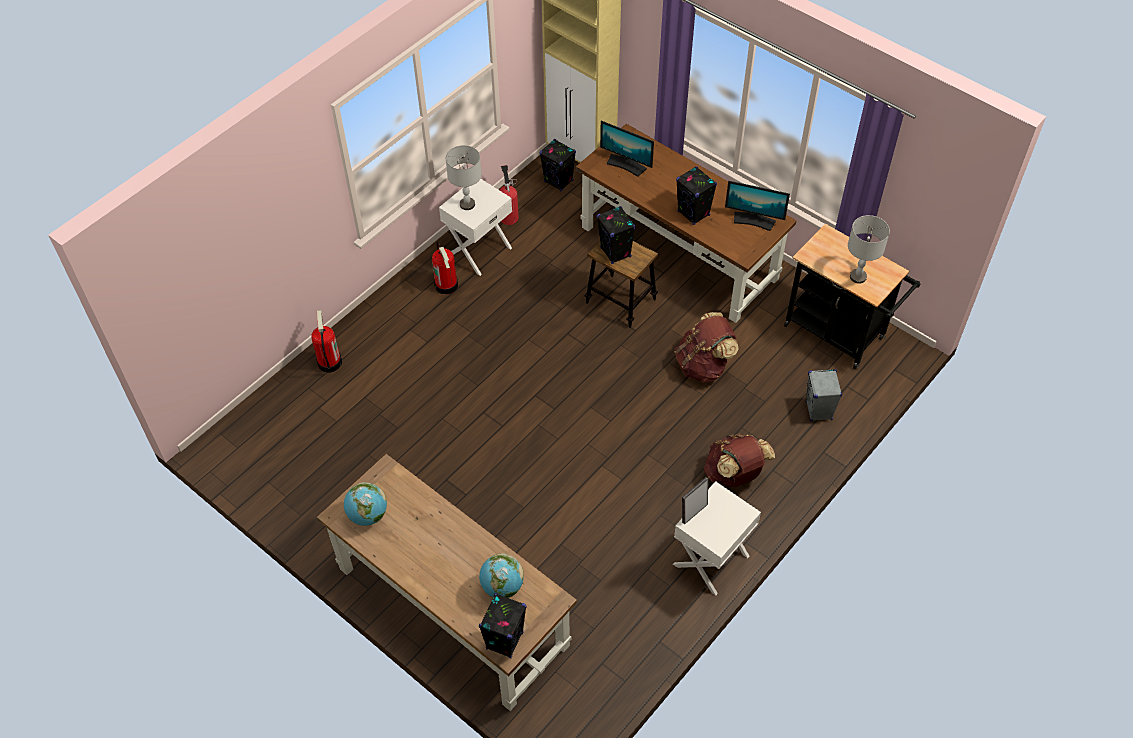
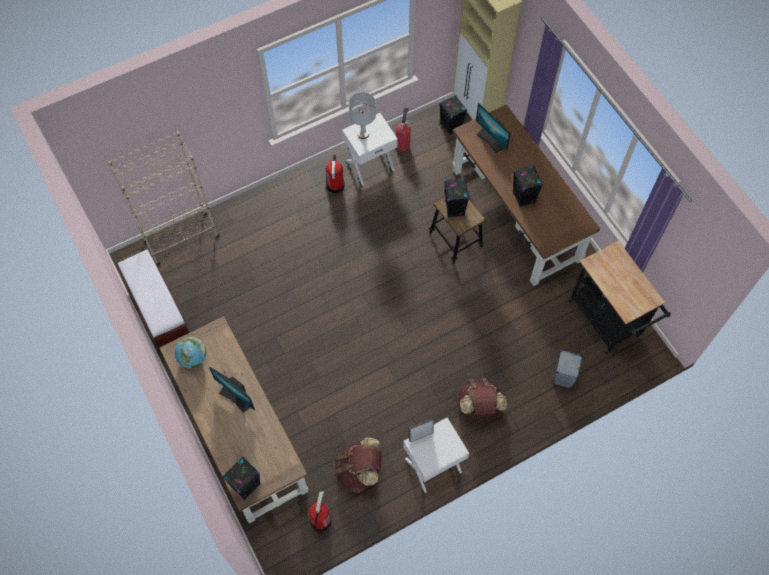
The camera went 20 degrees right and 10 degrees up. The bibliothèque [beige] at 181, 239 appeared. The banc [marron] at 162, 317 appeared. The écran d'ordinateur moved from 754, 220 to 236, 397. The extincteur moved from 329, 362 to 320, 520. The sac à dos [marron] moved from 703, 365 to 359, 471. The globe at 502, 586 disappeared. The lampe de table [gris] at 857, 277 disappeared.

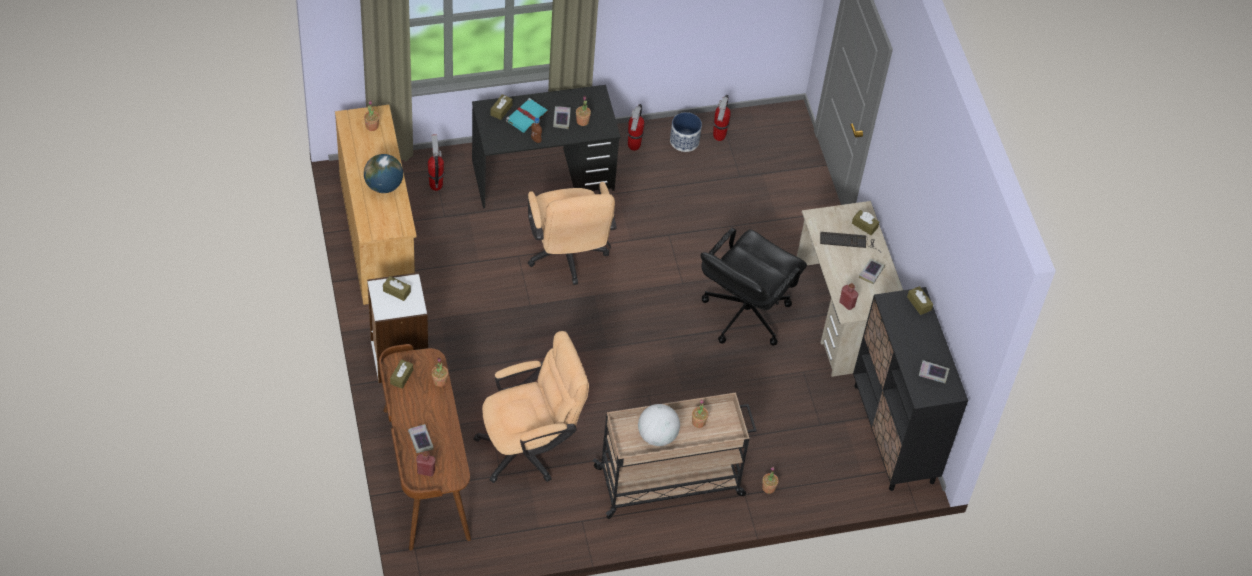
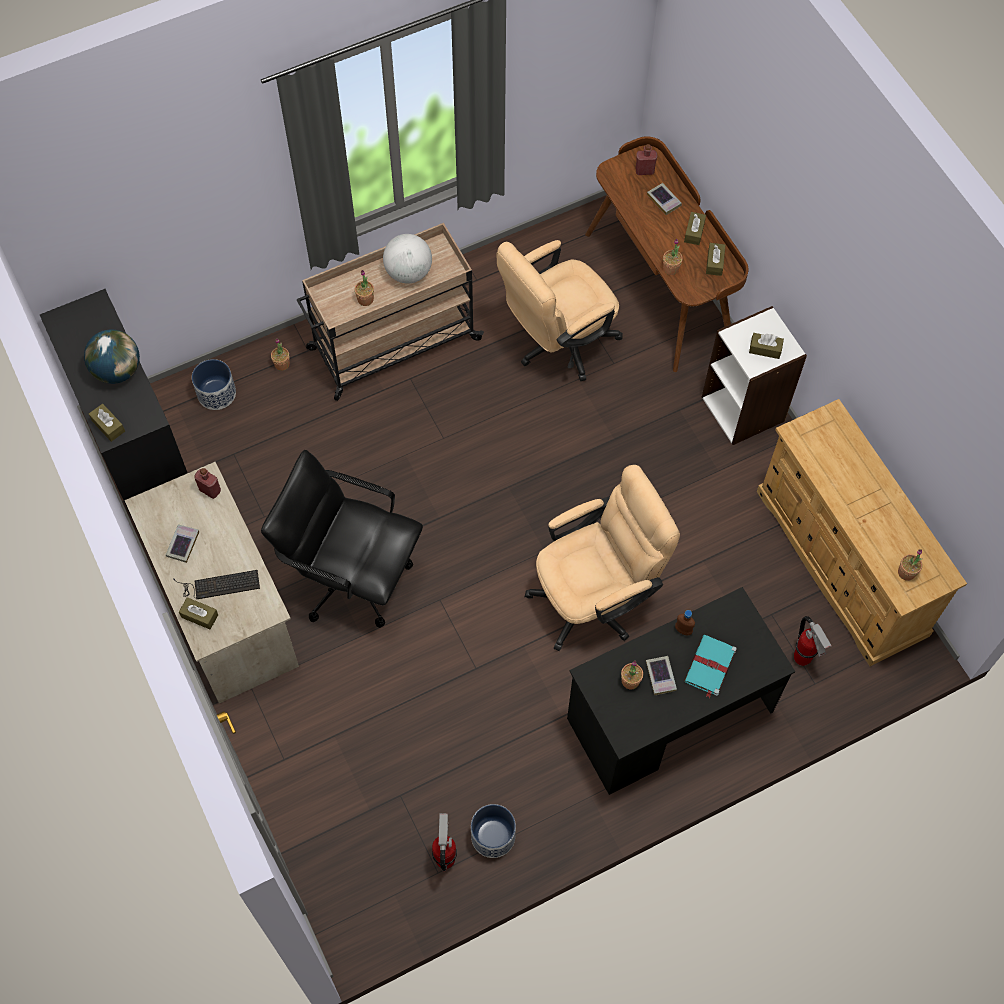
The camera went 170 degrees right and 10 degrees up. The globe moved from 384, 185 to 117, 370. The cache-pot at 216, 393 appeared. The chaise de bureau [noir] at 744, 314 turned 90 degrees counterclockwise. The chaise de bureau [beige] at 567, 257 turned 90 degrees clockwise. The boîte à mouchoirs [marron] moved from 501, 110 to 694, 232. The extincteur at 633, 146 disappeared. The livre at 933, 373 disappeared.

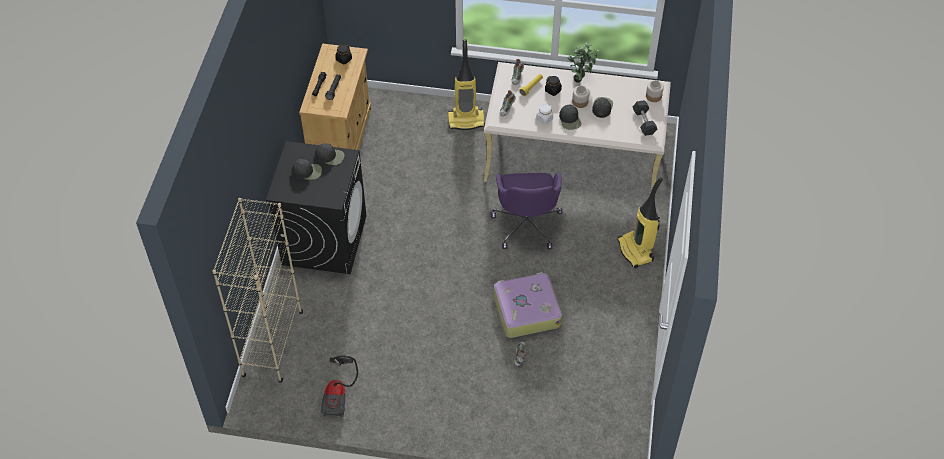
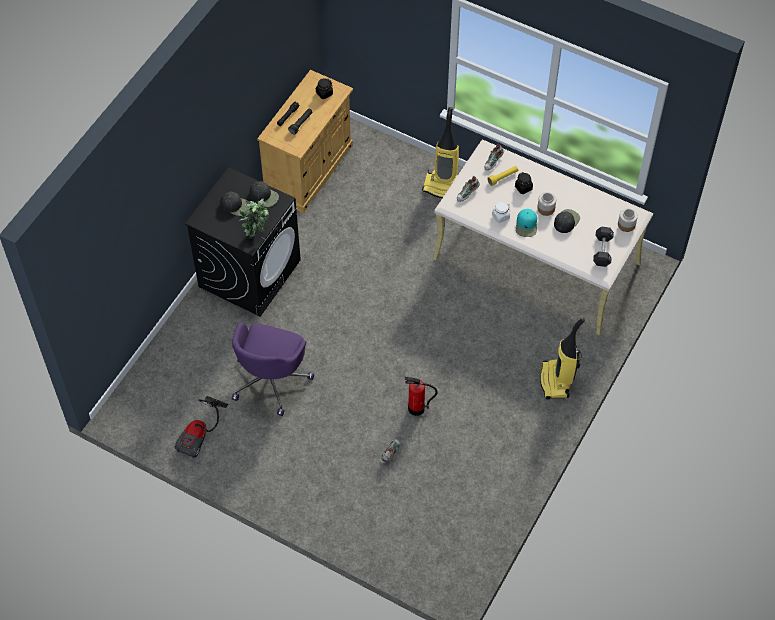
The camera went 20 degrees right and 5 degrees up. The chaise de bureau [violet] moved from 526, 224 to 271, 379. The plante en pot moved from 581, 78 to 256, 233. The valise at 526, 310 was replaced by the extincteur at 416, 408. The casquette [noir] at 570, 120 became the casquette [turquoise] at 526, 225. The bibliothèque [beige] at 272, 344 disappeared.

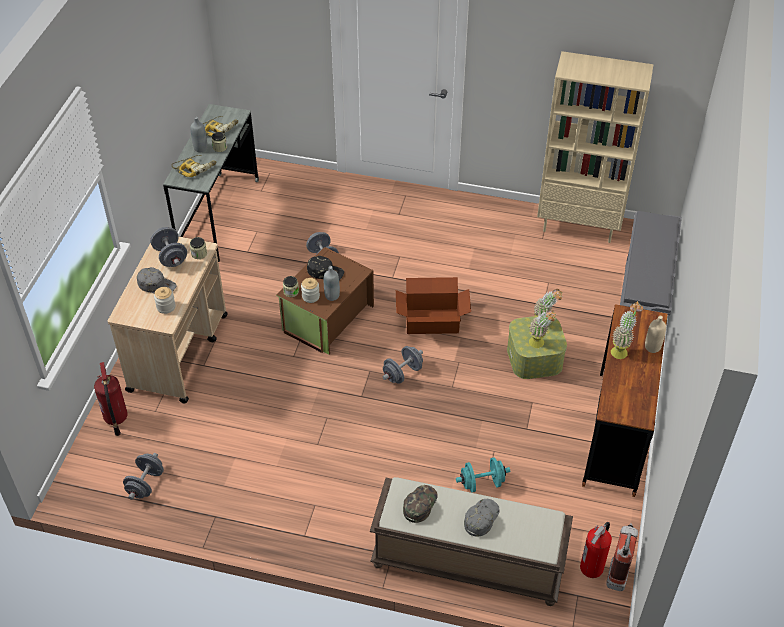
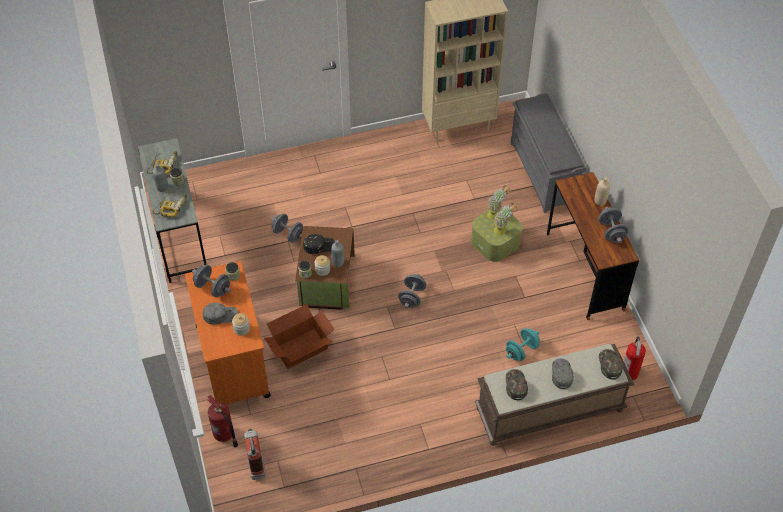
The camera went 30 degrees left and 5 degrees up. The chariot [beige] at 179, 352 became the chariot [orange] at 232, 360. The extincteur moved from 618, 570 to 256, 463. The carton moved from 431, 321 to 300, 348. The haltère [gris] moved from 145, 484 to 611, 232. The casquette [vert] at 609, 365 appeared. The plante en pot at 621, 350 disappeared.

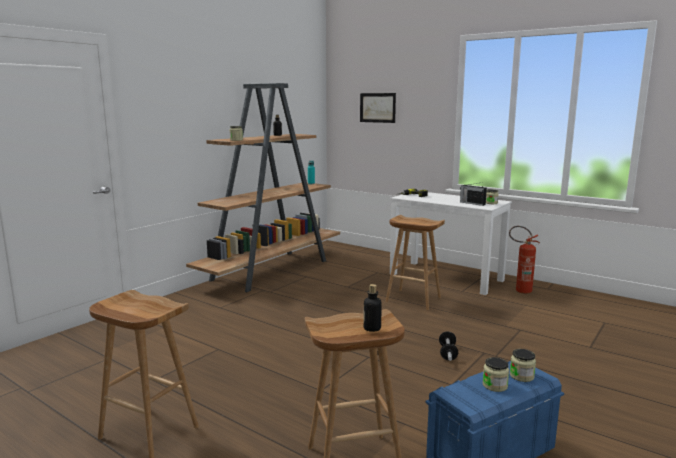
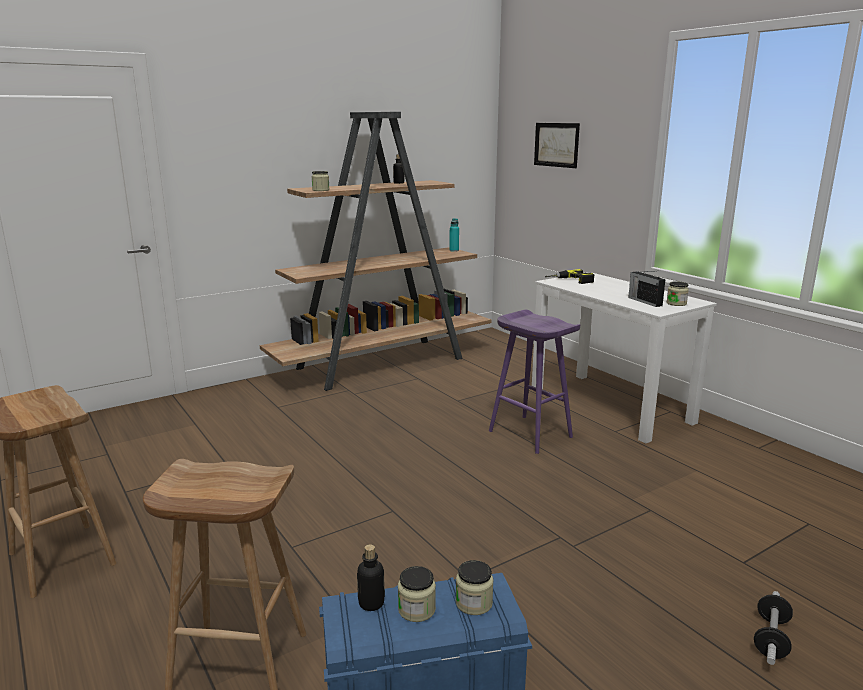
The camera went 20 degrees right and 5 degrees up. The bouteille moved from 372, 328 to 371, 603. The tabouret [marron] at 412, 299 became the tabouret [violet] at 528, 434. The haltère moved from 448, 353 to 771, 638. The extincteur at 519, 291 disappeared.

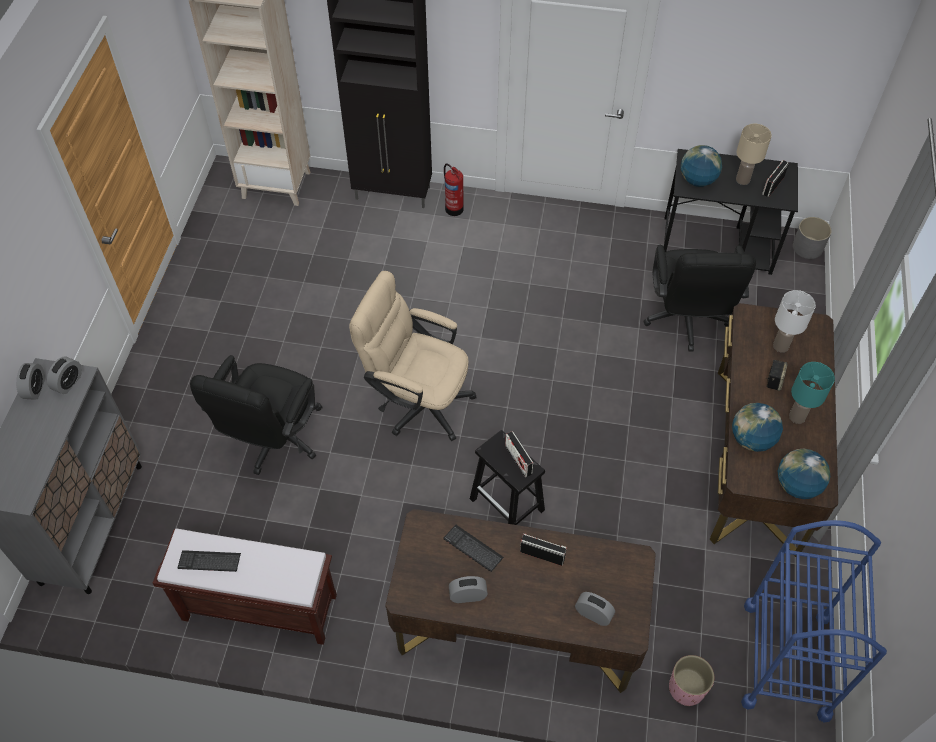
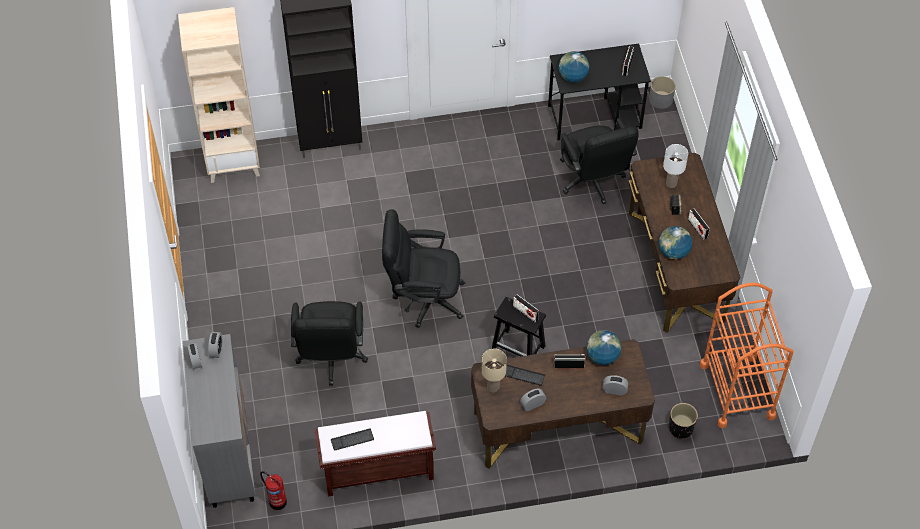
The camera went 20 degrees left and 0 degrees up. The extincteur moved from 454, 208 to 277, 501. The chaise de bureau [beige] at 417, 401 became the chaise de bureau [noir] at 423, 298. The lampe de table [beige] moved from 743, 179 to 493, 386. The globe moved from 797, 485 to 602, 356. The cache-pot [rose] at 686, 688 became the cache-pot [noir] at 681, 428. The lampe de table [turquoise] at 797, 417 was replaced by the radio at 697, 228. The chariot [bleu] at 786, 659 became the chariot [orange] at 737, 390.

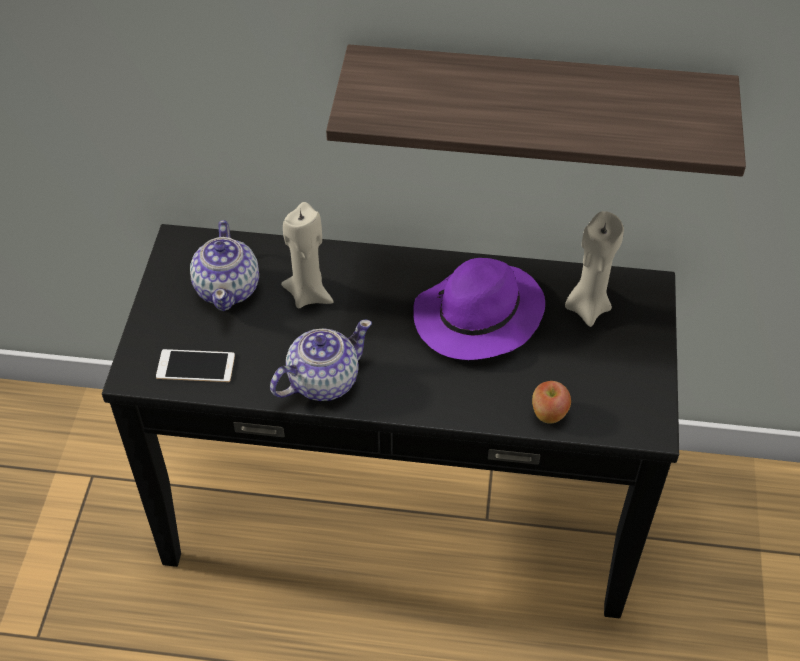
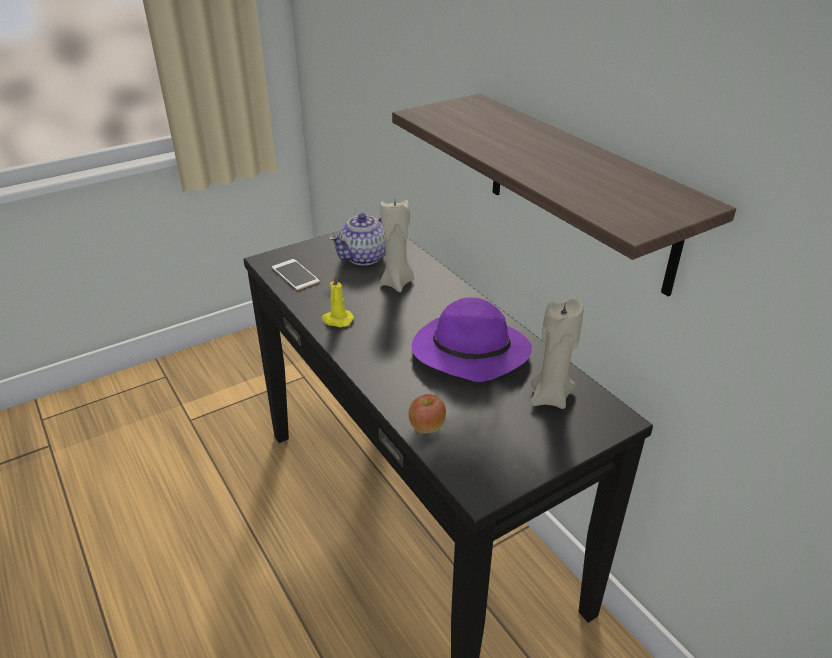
The camera went 50 degrees right and 15 degrees down. The théière at 322, 381 was replaced by the bougie [jaune] at 337, 320.

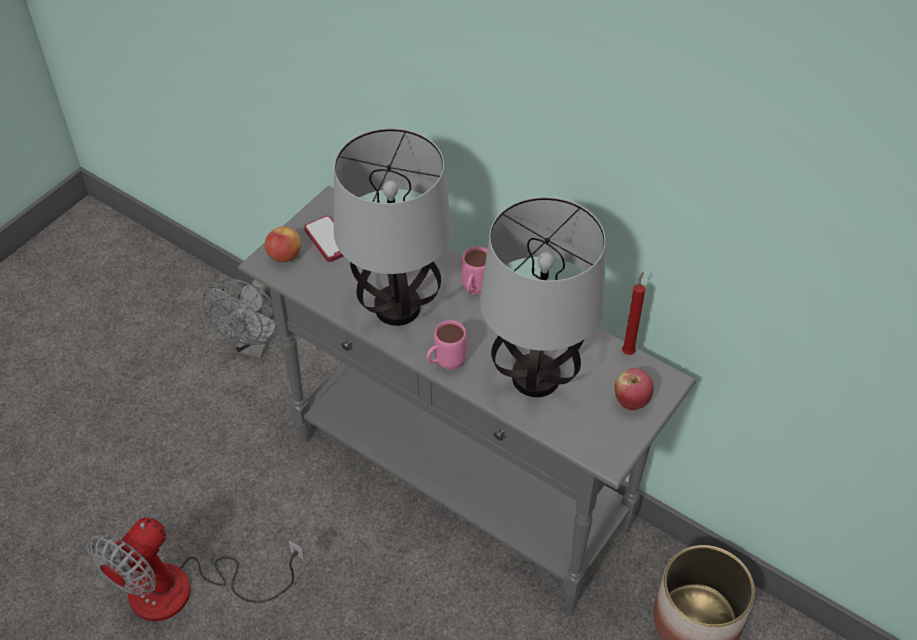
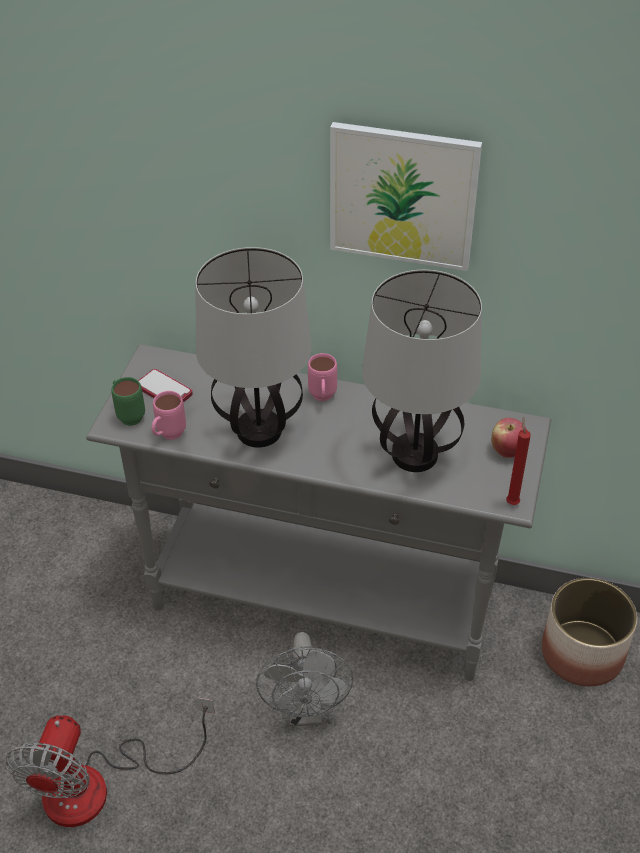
The camera went 20 degrees left and 5 degrees down. The pomme at 284, 256 was replaced by the mug [vert] at 128, 415. The mug [rose] moved from 445, 364 to 168, 436. The ventilateur [gris] moved from 254, 345 to 306, 711. The tableau at 403, 196 appeared. The bougie [rouge] moved from 628, 351 to 512, 501.

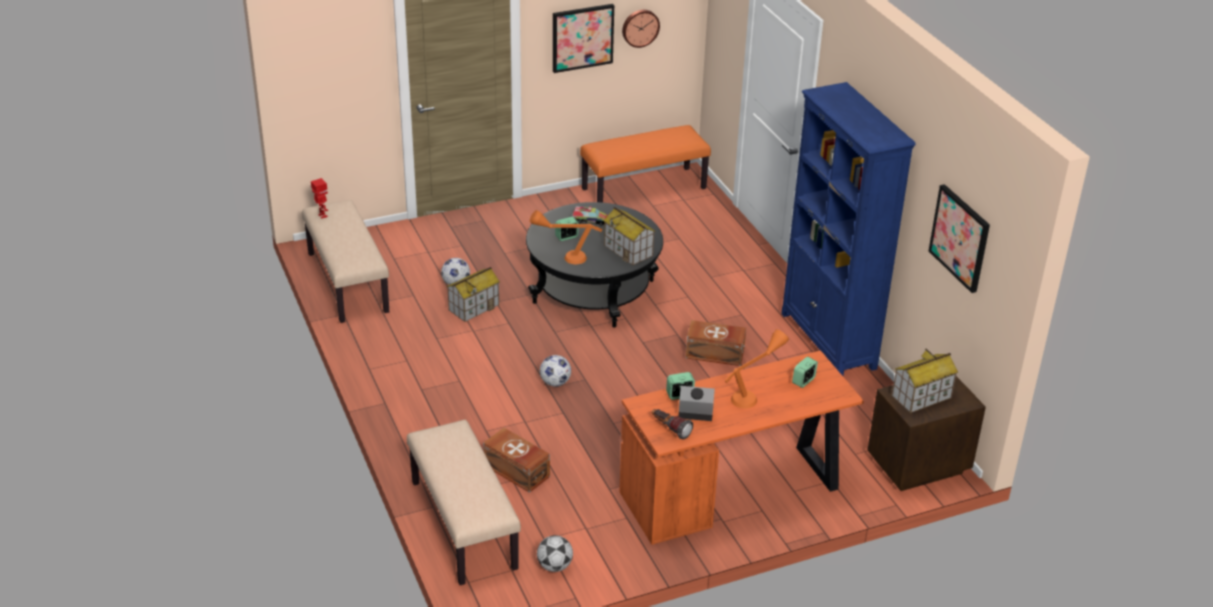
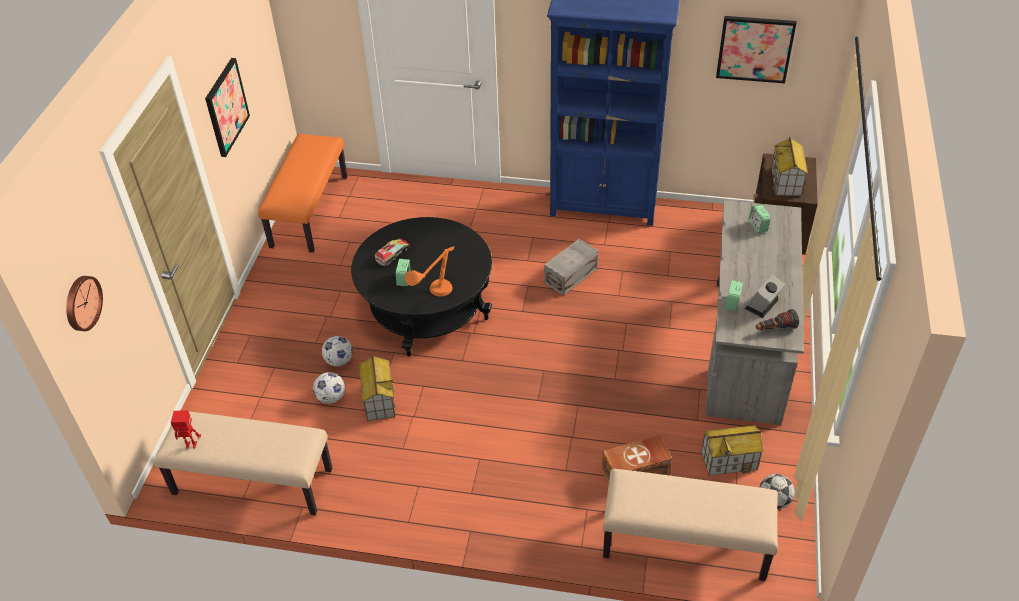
The camera went 55 degrees left and 10 degrees up. The horloge murale moved from 640, 27 to 81, 303. The ballon de foot moved from 555, 383 to 339, 361. The boîte de rangement [marron] at 715, 354 became the boîte de rangement [gris] at 572, 276. The maison miniature moved from 628, 250 to 729, 460. The bureau [orange] at 734, 491 became the bureau [gris] at 746, 345. The lampe de table [orange] at 753, 394 disappeared.

